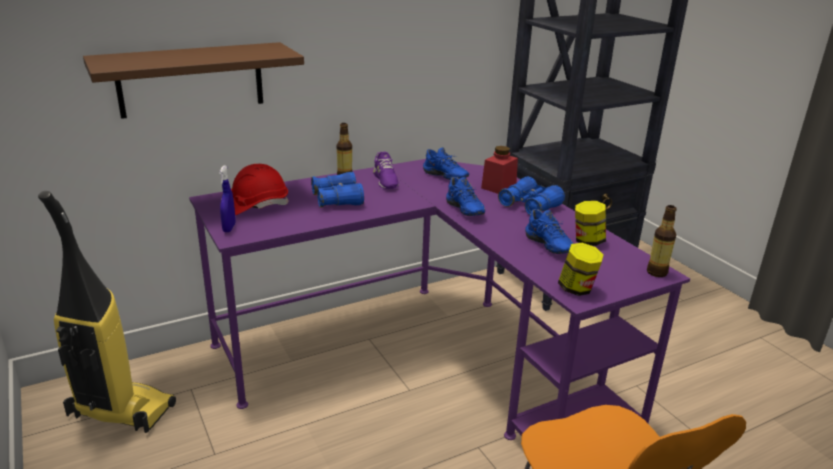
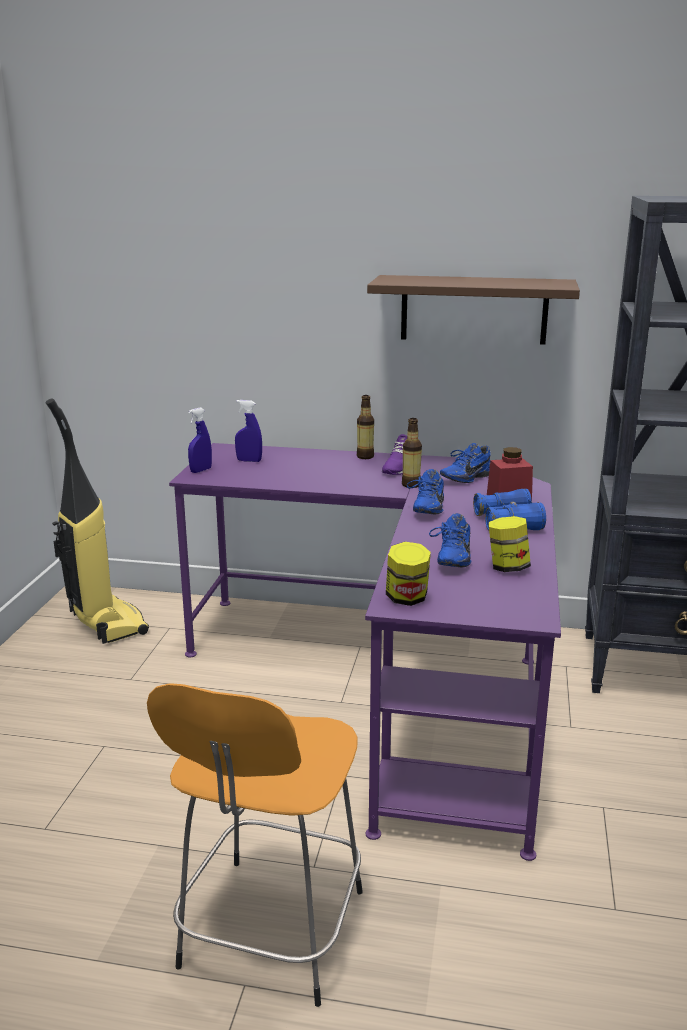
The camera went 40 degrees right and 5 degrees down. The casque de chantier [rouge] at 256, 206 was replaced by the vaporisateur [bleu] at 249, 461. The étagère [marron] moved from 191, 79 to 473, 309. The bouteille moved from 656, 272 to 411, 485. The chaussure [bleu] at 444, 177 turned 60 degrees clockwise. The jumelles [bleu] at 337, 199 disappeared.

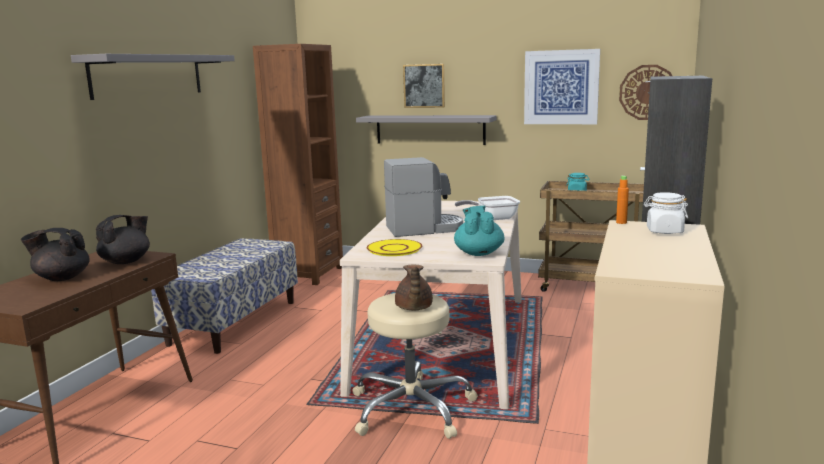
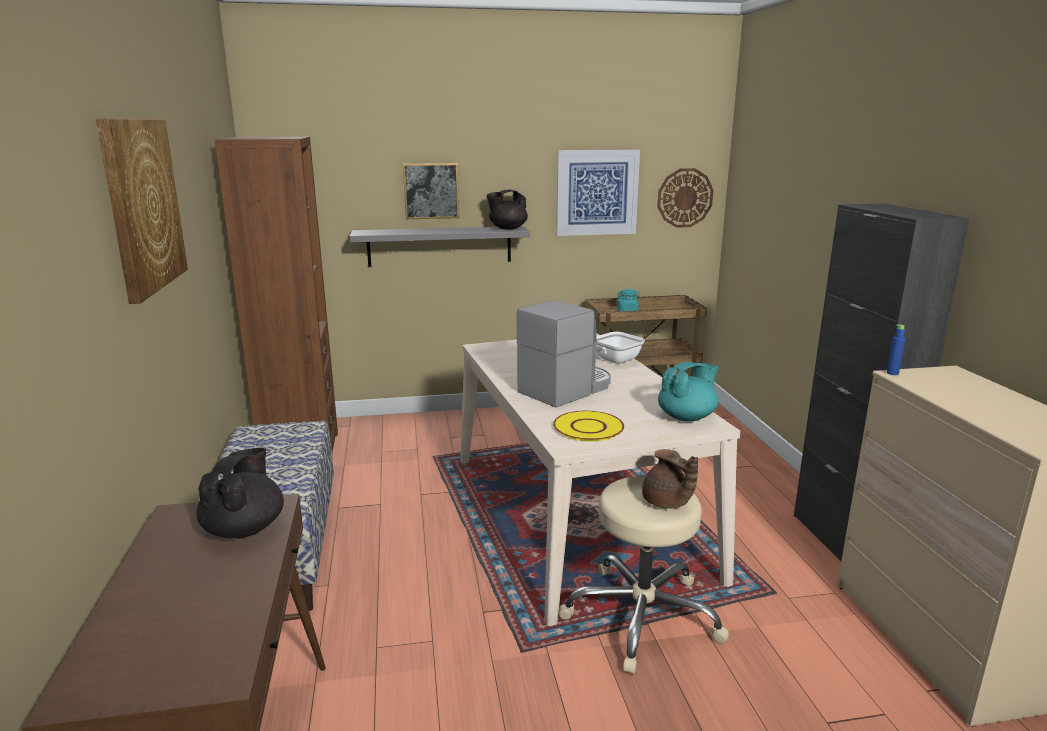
The camera went 30 degrees left and 5 degrees up. The étagère [gris] at 148, 75 was replaced by the tableau at 142, 205. The théière [noir] moved from 61, 278 to 507, 228. The théière [turquoise] at 478, 253 turned 90 degrees clockwise. The bouteille [orange] at 621, 222 became the bouteille [bleu] at 892, 373. The bocal [blanc] at 664, 231 disappeared.

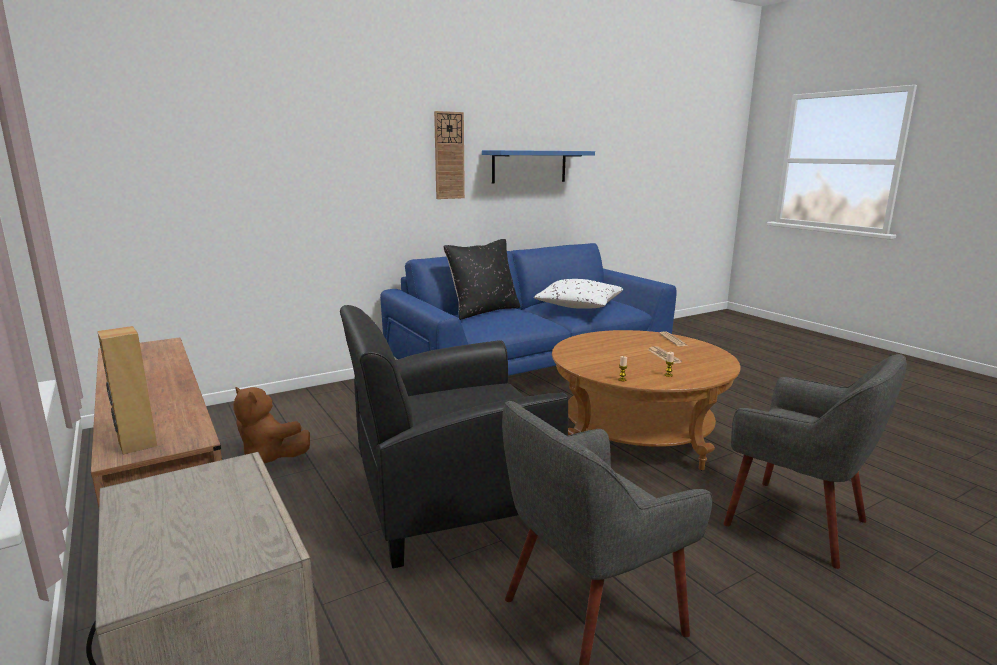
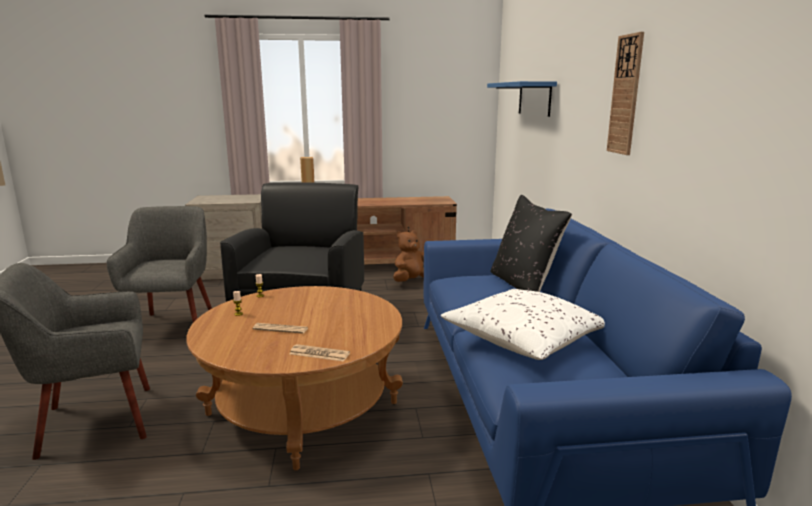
The camera went 115 degrees right and 0 degrees up. The étagère [bleu] moved from 529, 166 to 534, 98.

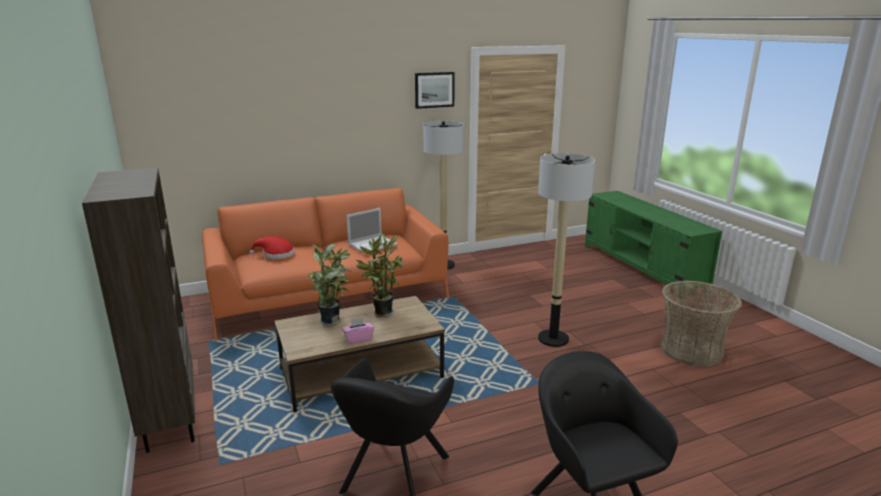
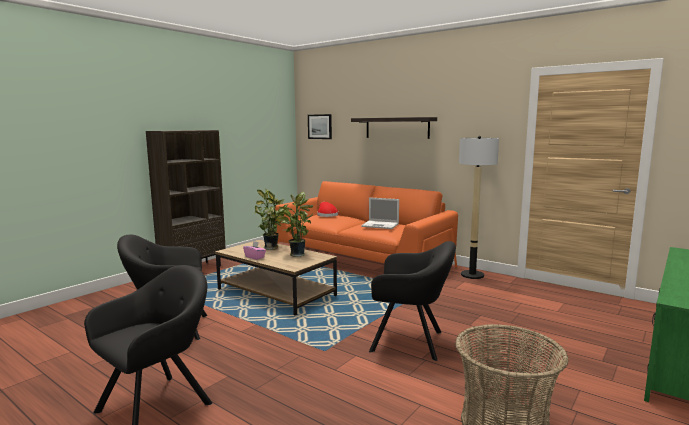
The camera went 60 degrees right and 10 degrees down. The tableau moved from 434, 90 to 320, 126. The étagère at 397, 128 appeared. The lampadaire at 553, 339 was replaced by the fauteuil [noir] at 411, 342.

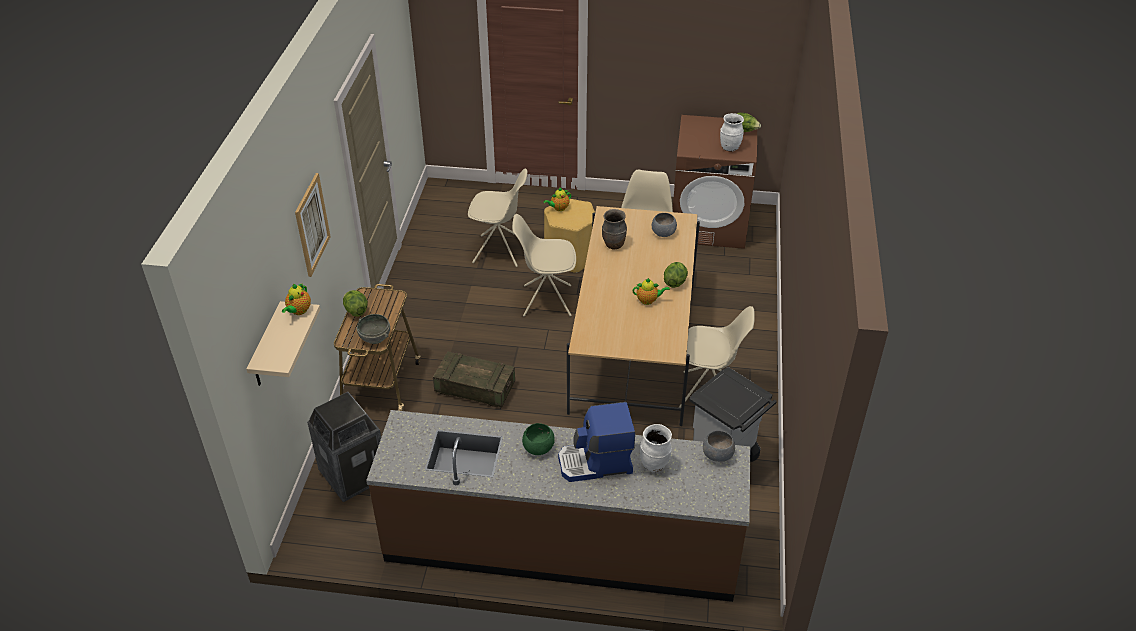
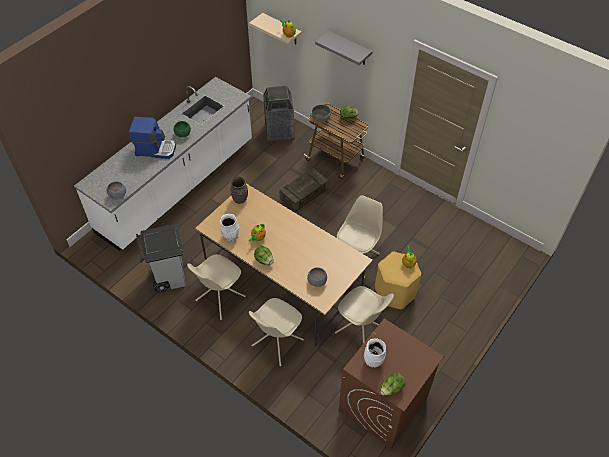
The camera went 120 degrees right and 10 degrees up. The comptoir de cuisine [marron] at 561, 545 became the comptoir de cuisine [blanc] at 177, 186. The machine à café at 596, 463 turned 75 degrees clockwise. The vase [blanc] moved from 654, 464 to 230, 236. The vase [marron] moved from 613, 245 to 239, 199. The chaise [beige] moved from 500, 251 to 276, 343. The tableau at 312, 224 was replaced by the étagère [gris] at 349, 48.

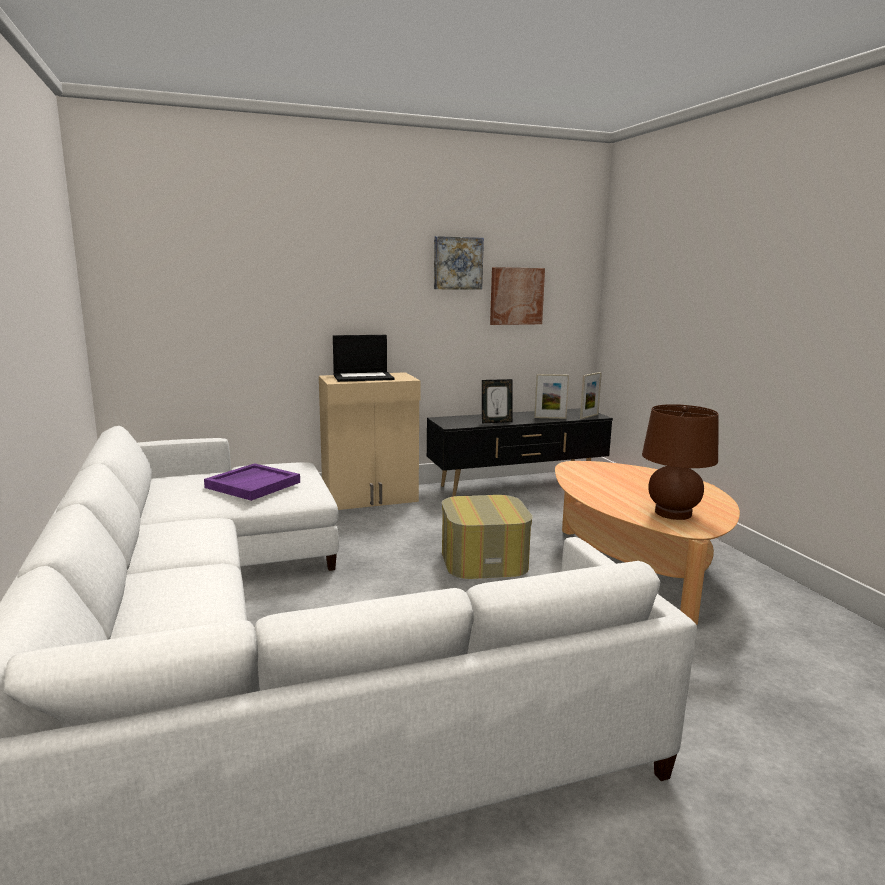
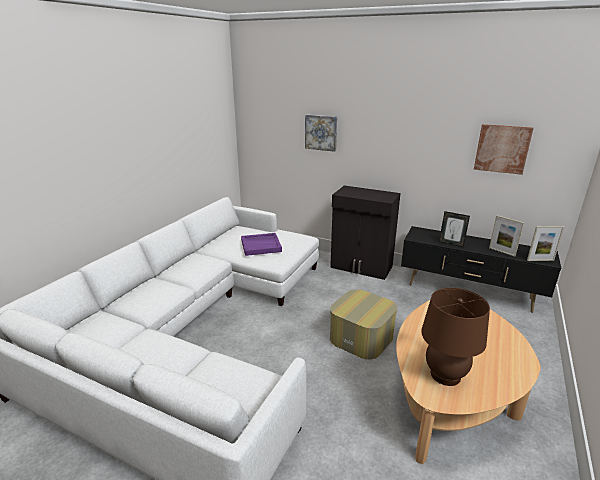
The camera went 45 degrees right and 10 degrees up. The tableau moved from 457, 263 to 321, 132. The meuble de rangement [beige] at 371, 498 became the meuble de rangement [noir] at 361, 267. The ordinateur portable at 363, 377 disappeared.

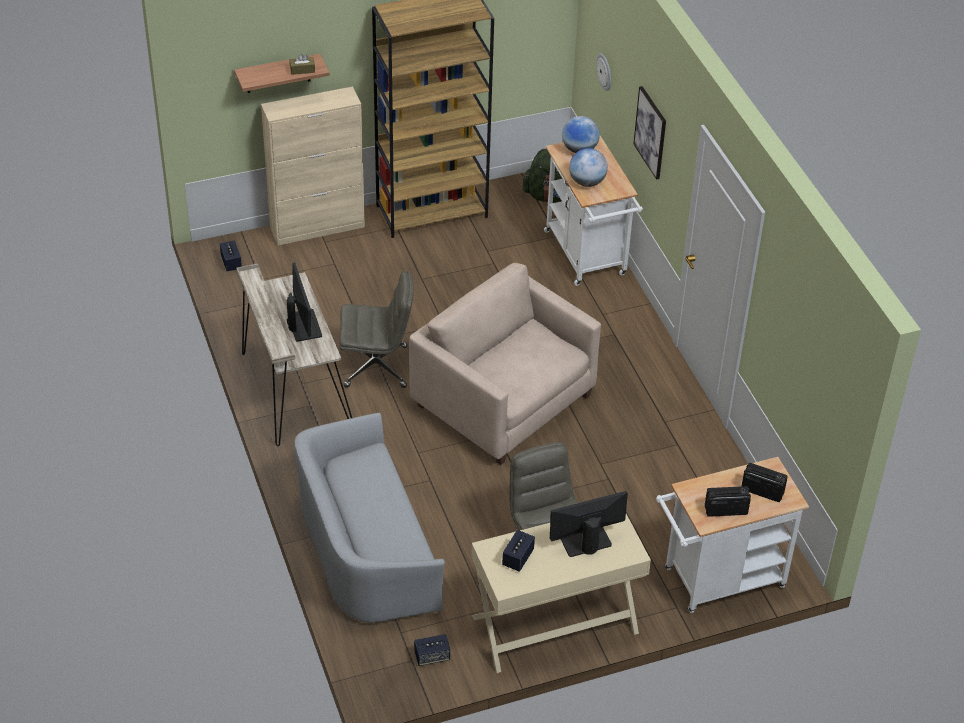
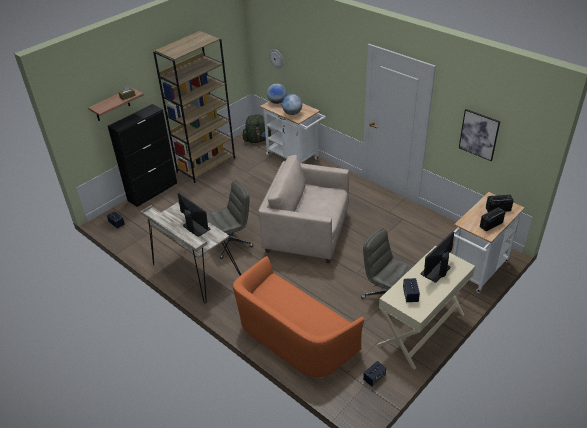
The camera went 25 degrees left and 5 degrees down. The meuble de rangement [beige] at 318, 227 became the meuble de rangement [noir] at 153, 191. The canapé [gris] at 365, 550 became the canapé [orange] at 293, 336. The tableau moved from 651, 132 to 479, 134.

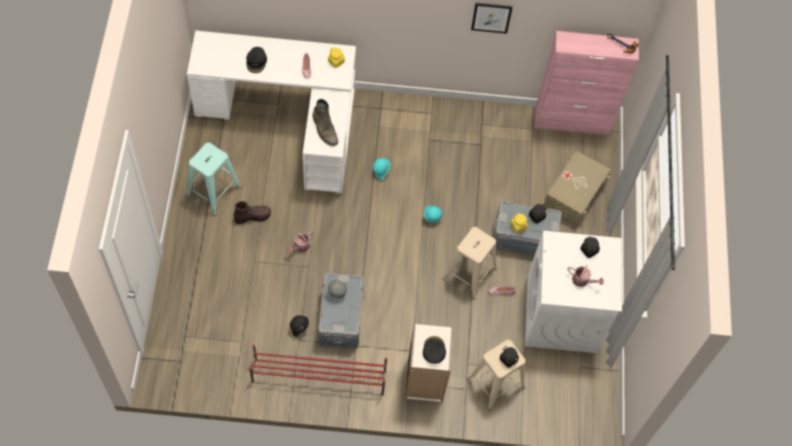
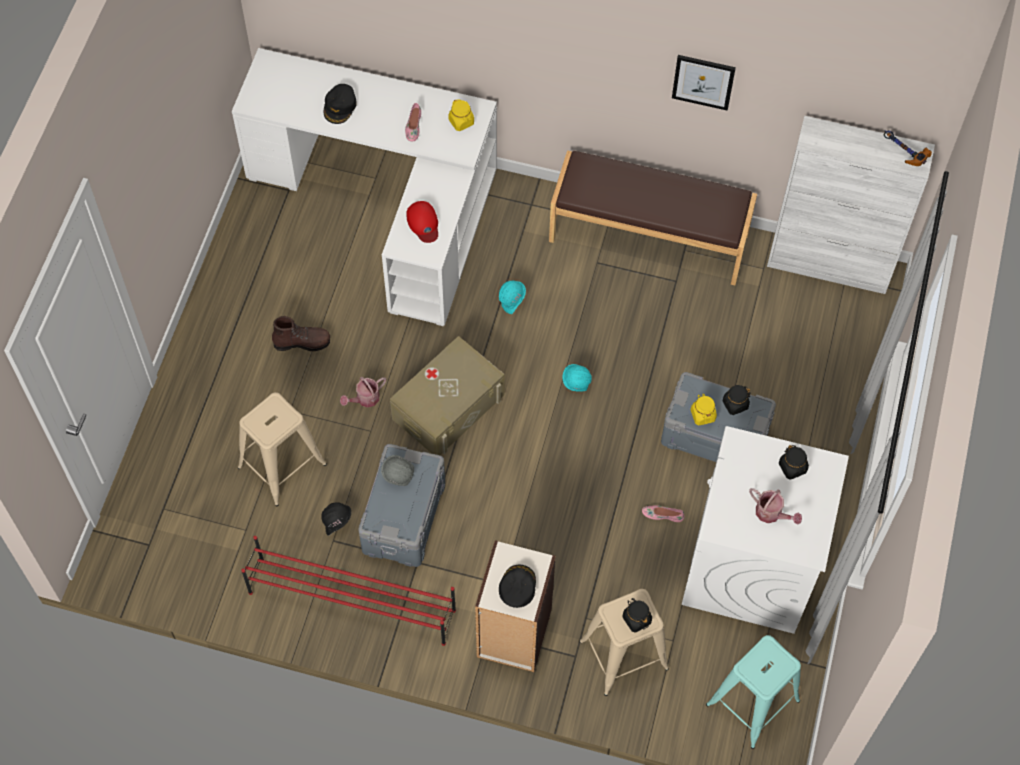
The camera went 15 degrees right and 0 degrees up. The tabouret [beige] moved from 469, 273 to 282, 465. The boîte de rangement [beige] moved from 574, 195 to 448, 406. The botte [vert] at 325, 129 was replaced by the casquette [rouge] at 423, 223. The banc [marron] at 649, 236 appeared. The tabouret [turquoise] moved from 214, 191 to 753, 702. The meuble de rangement [rose] at 572, 121 became the meuble de rangement [blanc] at 830, 265.

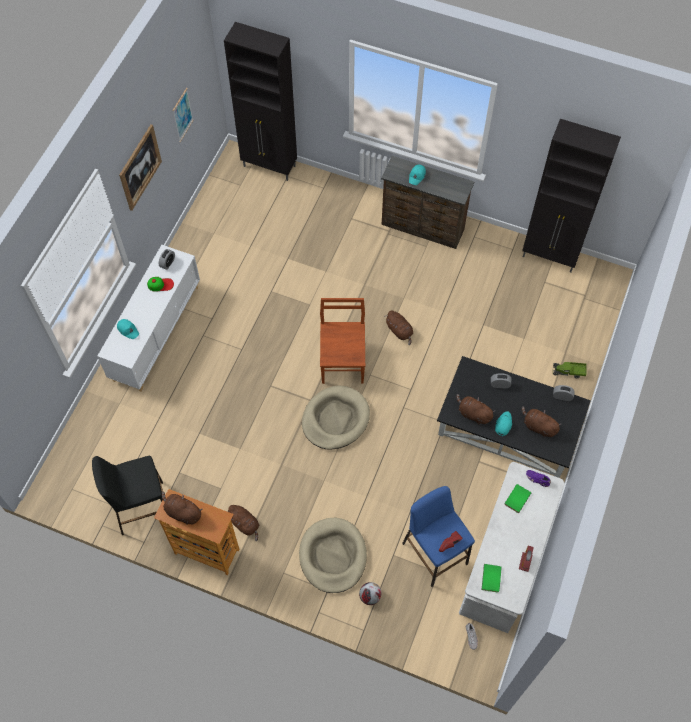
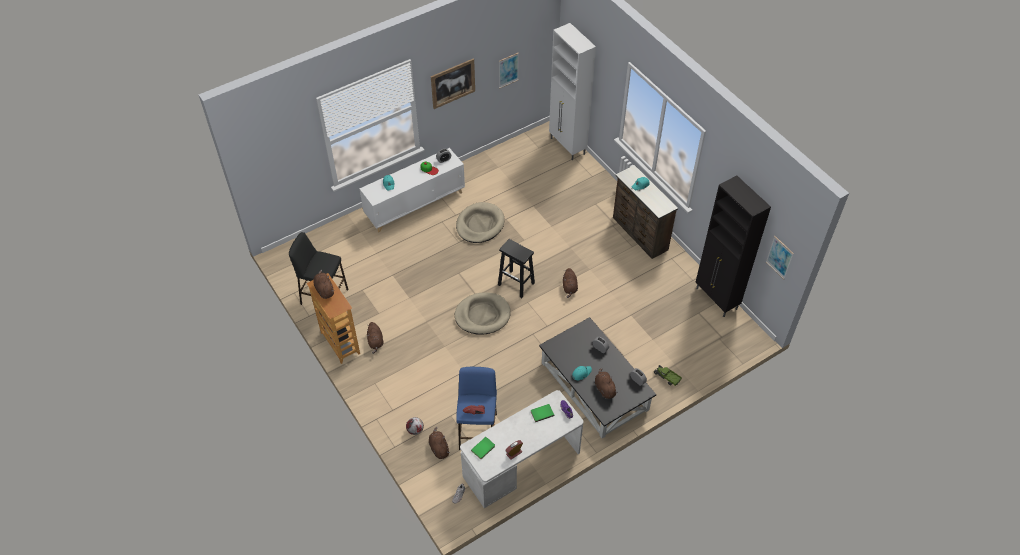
The camera went 35 degrees right and 10 degrees down. The peluche [marron] moved from 473, 414 to 439, 448. The panier pour chien [beige] moved from 333, 556 to 480, 224. The chaise [marron] at 342, 361 was replaced by the tabouret [noir] at 516, 284. The meuble de rangement [noir] at 270, 166 became the meuble de rangement [blanc] at 567, 146. The tableau at 779, 257 appeared.

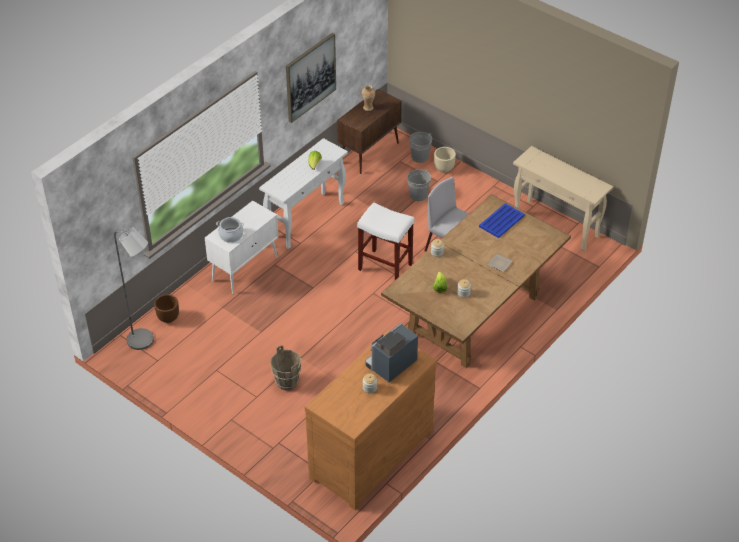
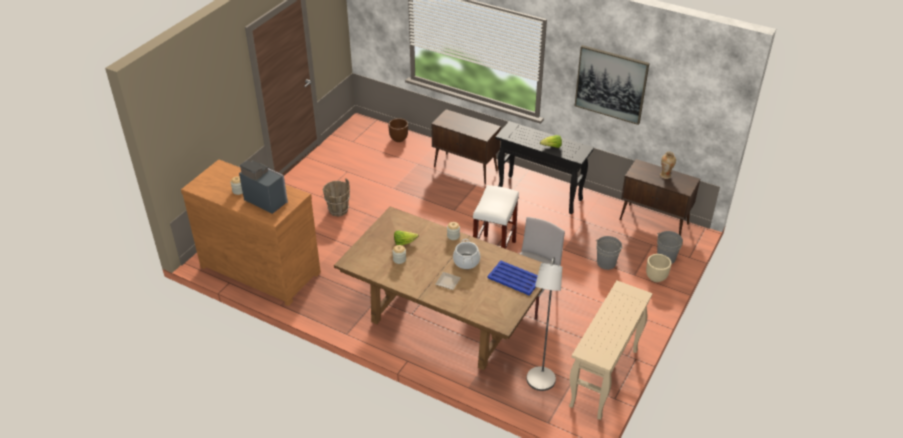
The camera went 80 degrees right and 5 degrees down. The meuble de rangement [blanc] at 245, 268 became the meuble de rangement [marron] at 466, 169. The marmite moved from 231, 235 to 466, 261. The table console [blanc] at 306, 219 became the table console [noir] at 540, 194. The lampadaire [gris] moved from 145, 341 to 540, 384.

